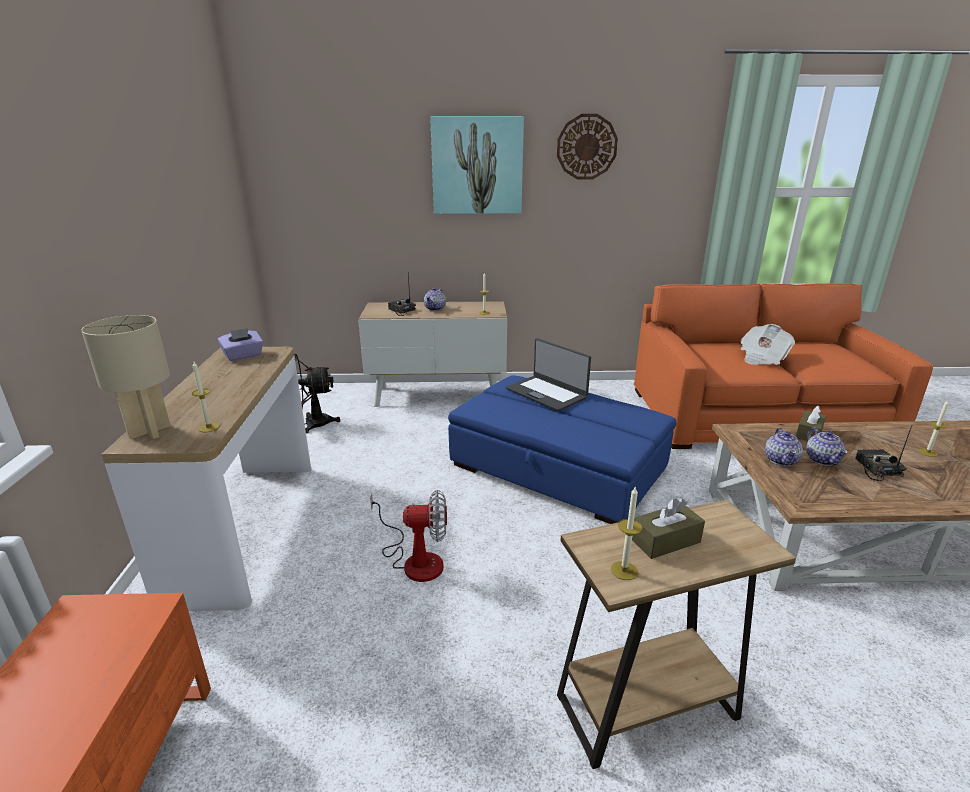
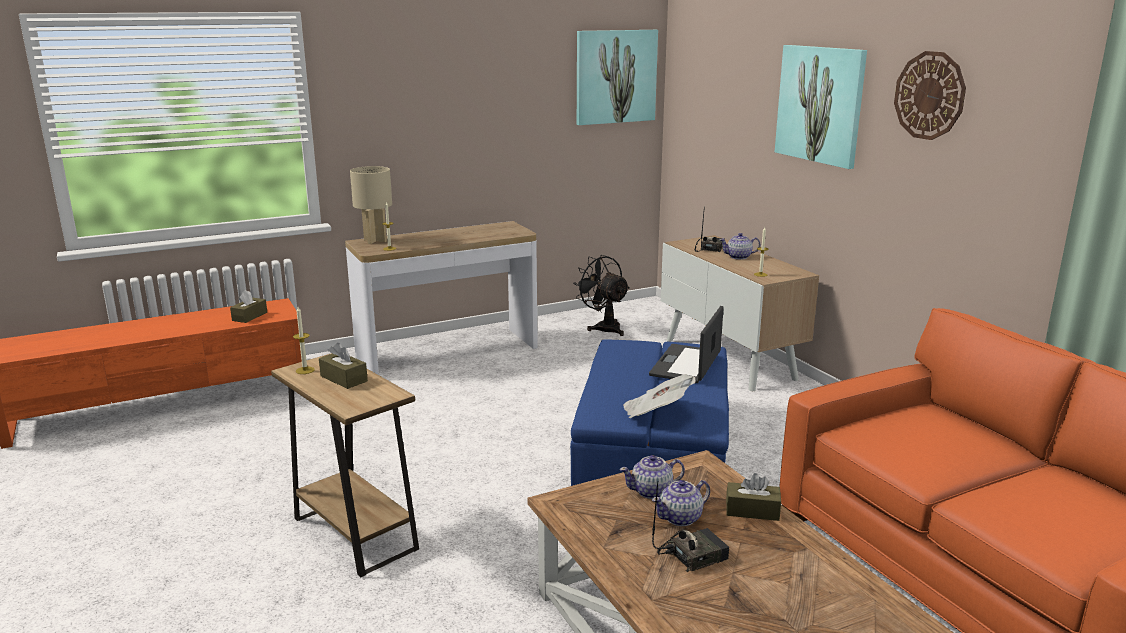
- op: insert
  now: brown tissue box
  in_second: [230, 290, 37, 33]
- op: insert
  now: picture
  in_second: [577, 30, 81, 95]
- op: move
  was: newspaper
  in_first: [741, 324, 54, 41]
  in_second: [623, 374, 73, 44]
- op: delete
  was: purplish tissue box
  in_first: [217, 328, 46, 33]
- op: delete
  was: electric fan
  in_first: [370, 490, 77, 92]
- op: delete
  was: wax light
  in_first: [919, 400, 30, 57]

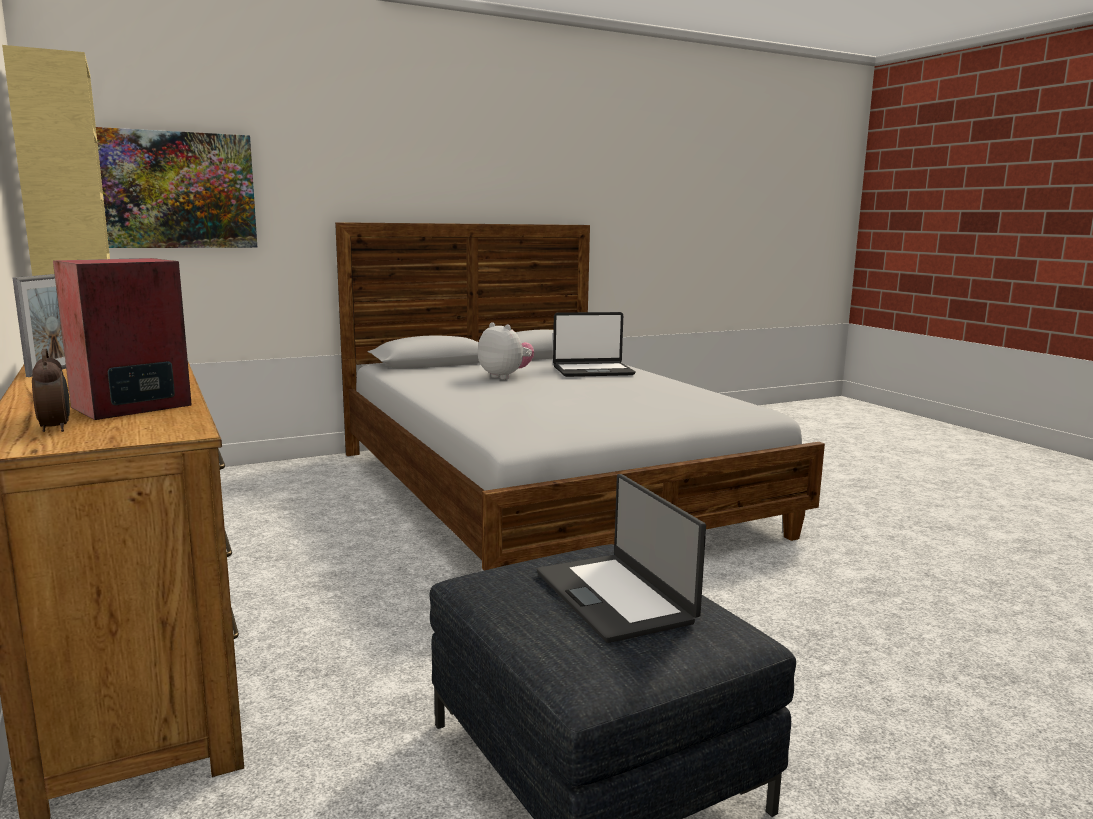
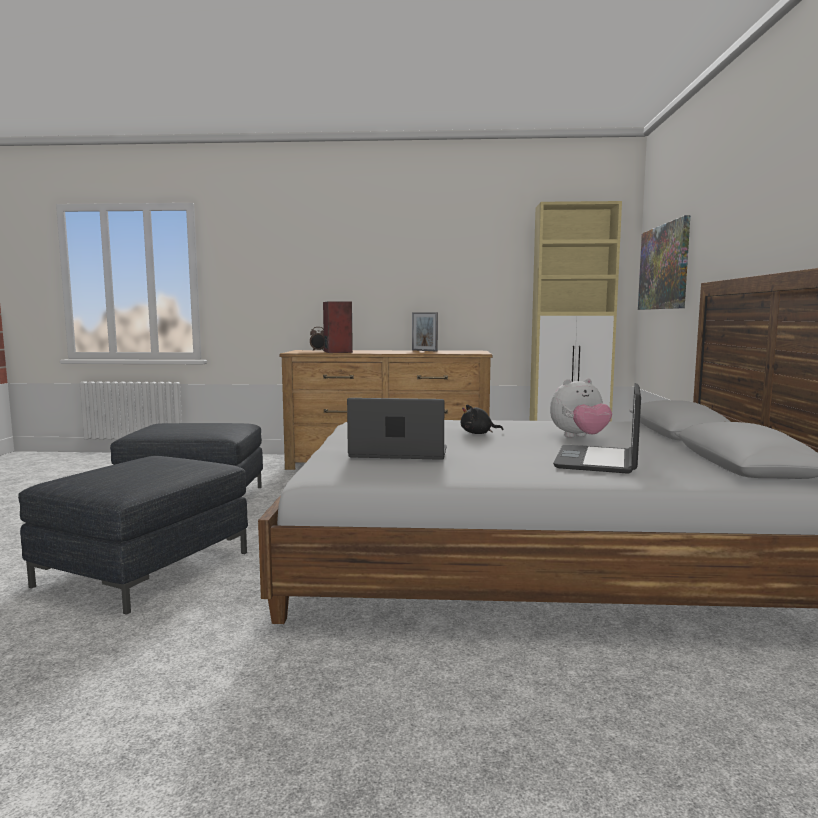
- op: insert
  now: greyish footrest
  in_second: [18, 456, 230, 159]
- op: move
  was: portable computer
  in_first: [537, 474, 169, 169]
  in_second: [347, 398, 100, 62]
- op: insert
  now: blackish soft toy
  in_second: [461, 405, 42, 29]

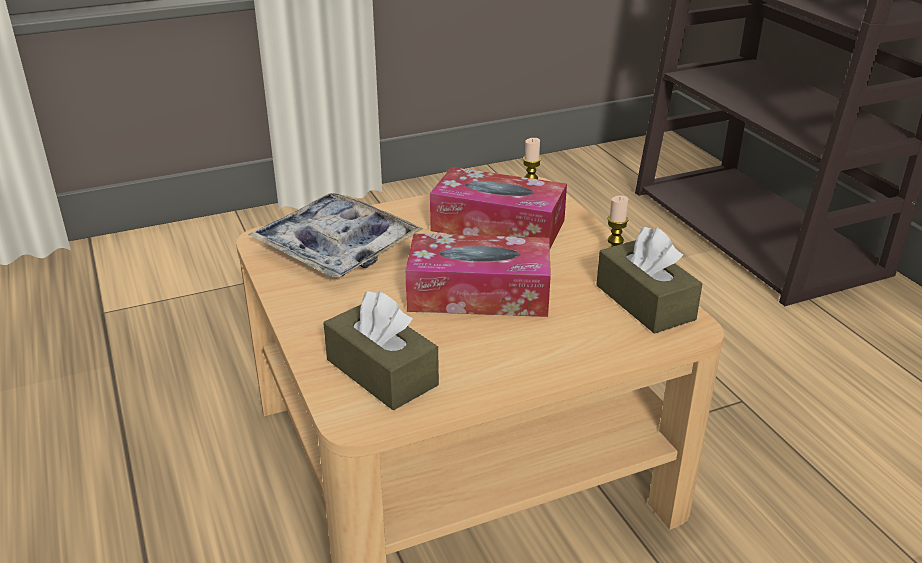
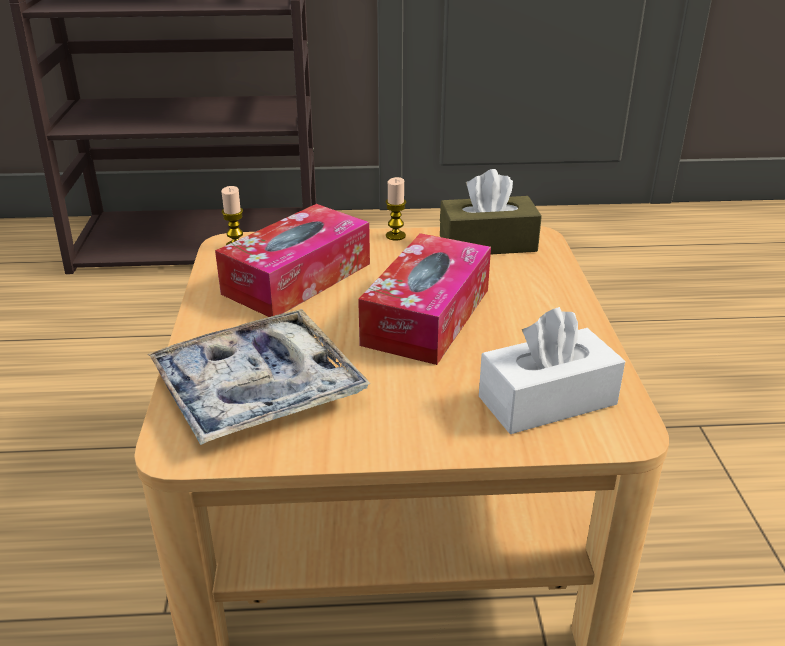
- op: recolor
  was: brown tissue box
  now: white-coloured tissue box
  in_first: [323, 291, 116, 119]
  in_second: [479, 307, 146, 127]

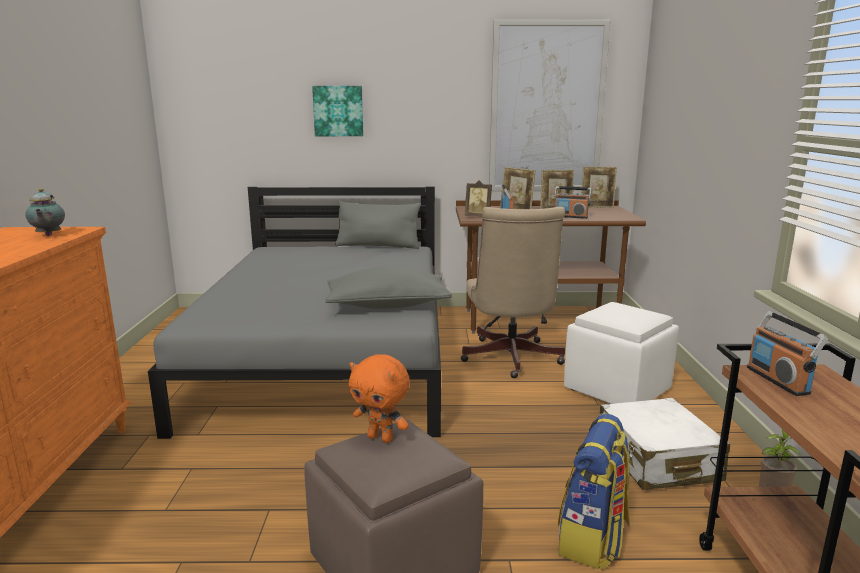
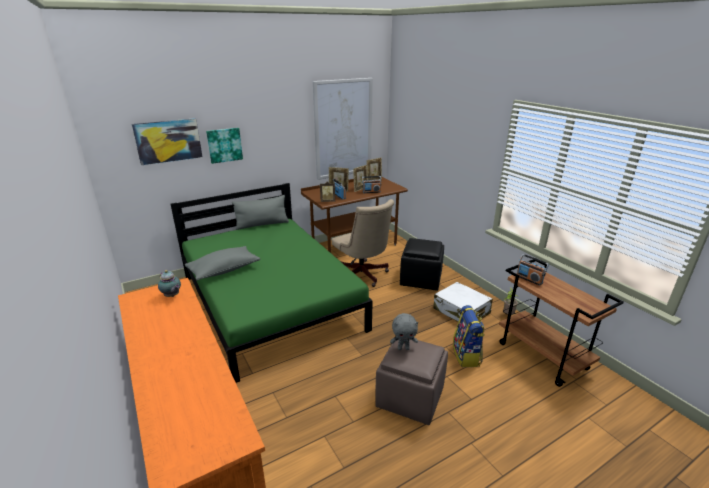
- op: insert
  now: picture
  in_second: [132, 118, 70, 47]
- op: recolor
  was: greyish bed
  now: green-coloured bed
  in_first: [148, 187, 293, 252]
  in_second: [171, 183, 202, 200]
- op: move
  was: greyish pillow
  in_first: [325, 267, 127, 42]
  in_second: [185, 246, 75, 34]
- op: recolor
  was: orange-coloured soft toy
  now: greyish soft toy
  in_first: [349, 354, 61, 89]
  in_second: [390, 313, 28, 37]
- op: recolor
  was: white-coloured footrest
  now: blackish footrest
  in_first: [564, 302, 115, 102]
  in_second: [400, 238, 44, 53]

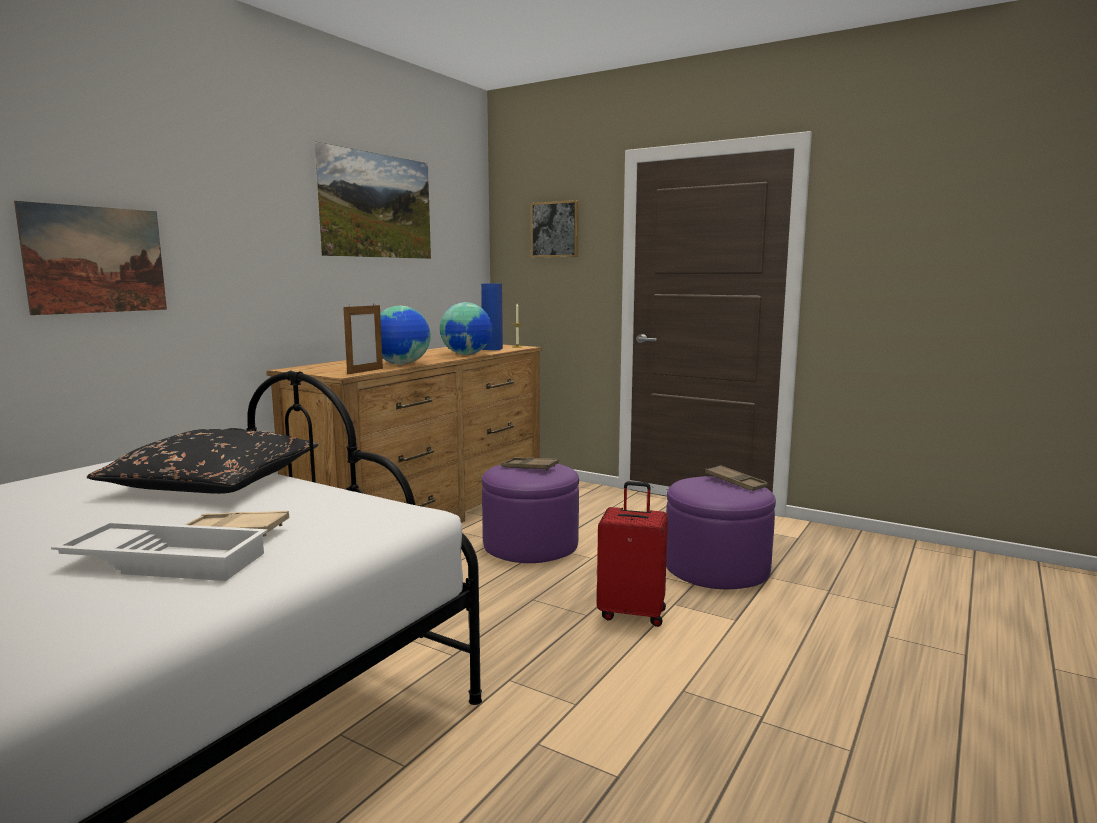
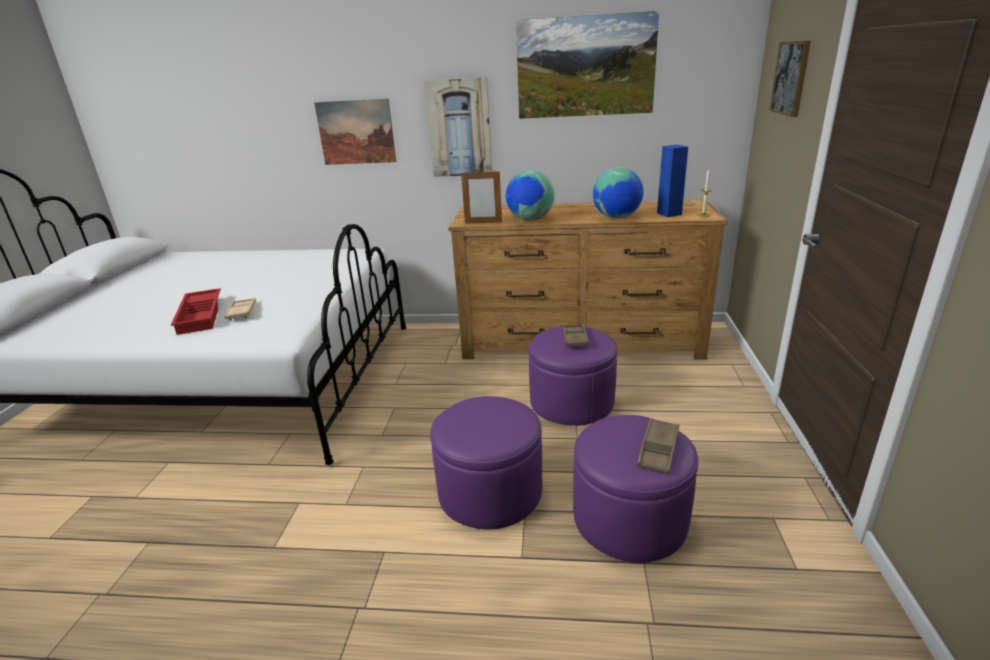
- op: recolor
  was: white-coloured serving tray
  now: red serving tray
  in_first: [51, 521, 217, 60]
  in_second: [171, 288, 50, 47]
- op: insert
  now: picture
  in_second: [424, 77, 68, 100]
- op: replace
  was: red travel case
  now: purplish footrest
  in_first: [597, 481, 71, 146]
  in_second: [430, 396, 113, 134]
- op: delete
  was: blackish pillow
  in_first: [86, 429, 232, 65]

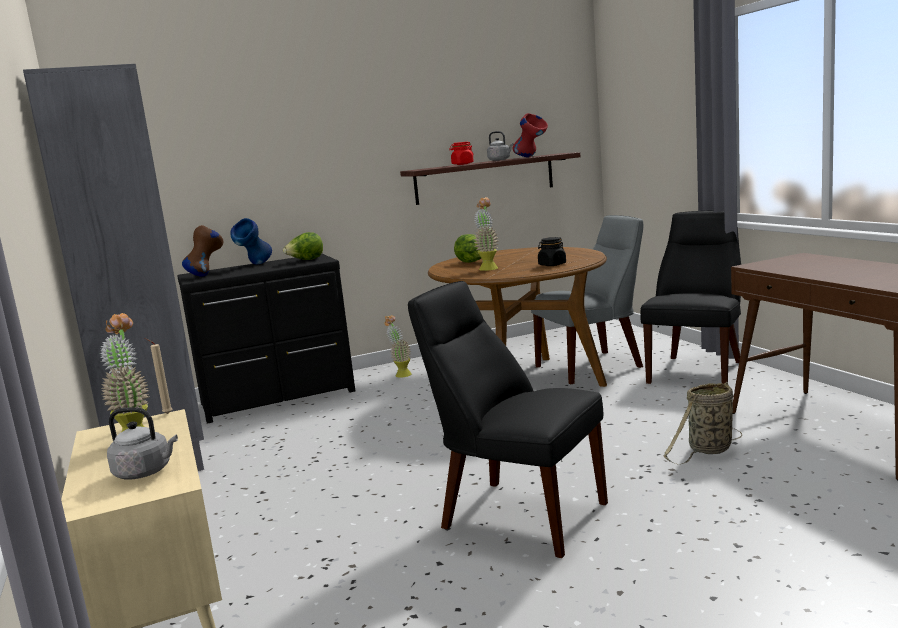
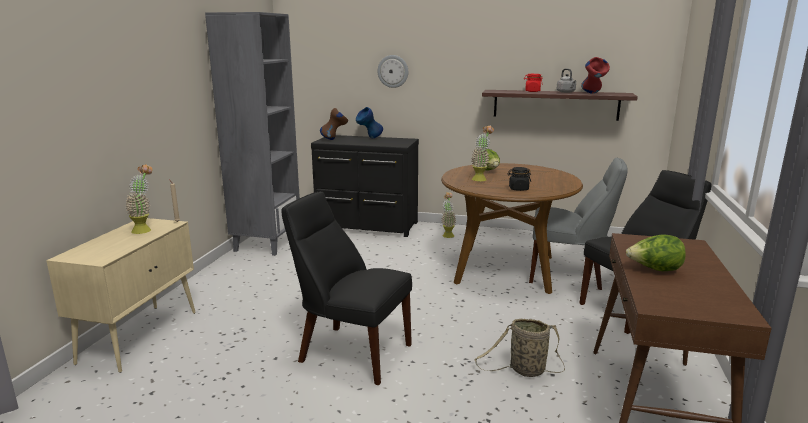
- op: rotate
  was: blackish upright chair
  in_first: [408, 281, 200, 277]
  in_second: [281, 191, 131, 194]
  clockwise: -45
- op: insert
  now: clock on the wall
  in_second: [378, 55, 30, 33]
- op: move
  was: lettuce head
  in_first: [283, 232, 40, 28]
  in_second: [626, 234, 60, 37]
- op: delete
  was: greyish kettle
  in_first: [107, 407, 71, 73]

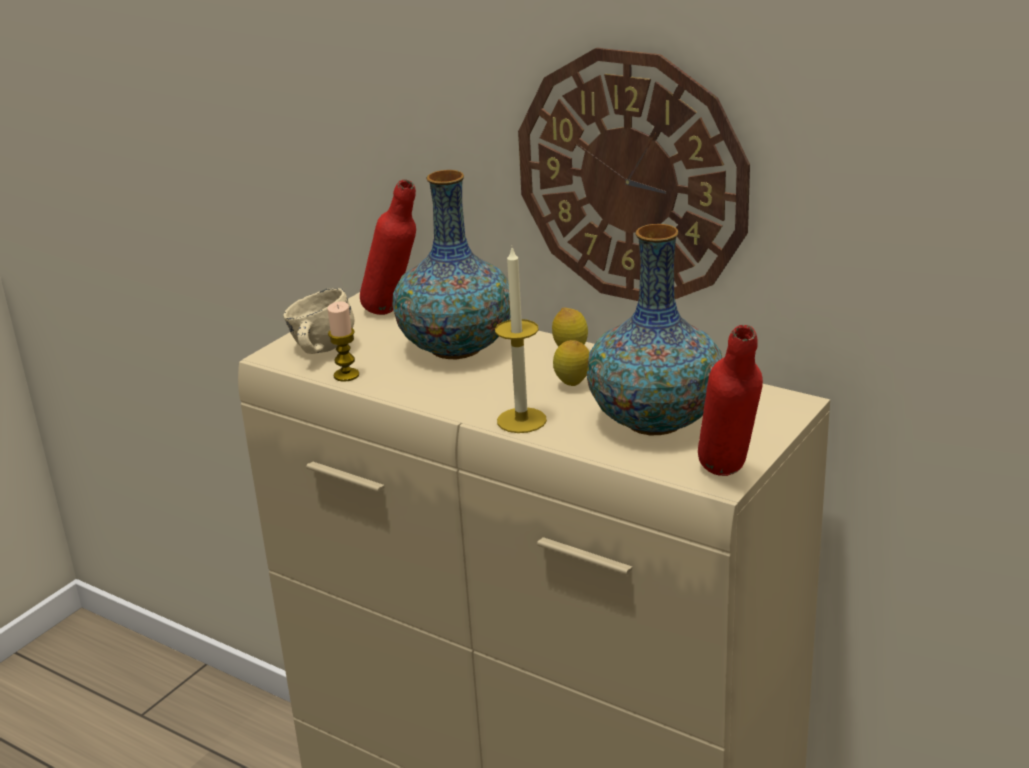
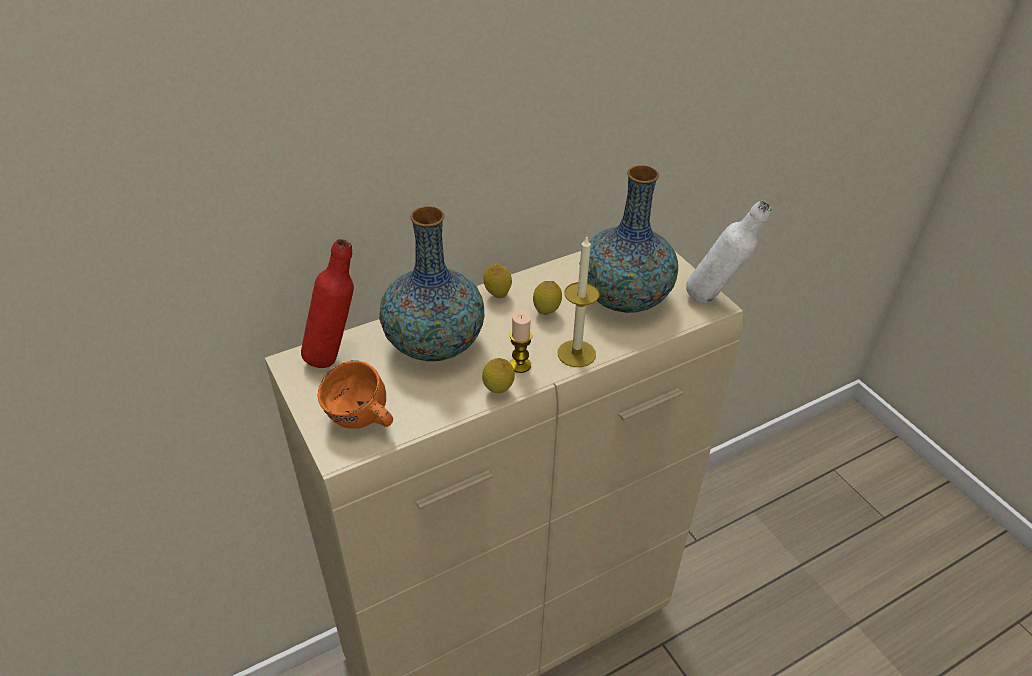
- op: recolor
  was: beige mug
  now: orange-coloured mug
  in_first: [283, 288, 72, 66]
  in_second: [318, 360, 75, 69]
- op: insert
  now: whole lemon
  in_second: [482, 358, 33, 35]
- op: move
  was: wax light
  in_first: [327, 301, 32, 81]
  in_second: [510, 311, 22, 62]
- op: recolor
  was: red drink bottle
  now: white-coloured drink bottle
  in_first: [698, 325, 65, 151]
  in_second: [686, 201, 85, 103]
- op: delete
  was: clock on the wall
  in_first: [518, 48, 232, 253]

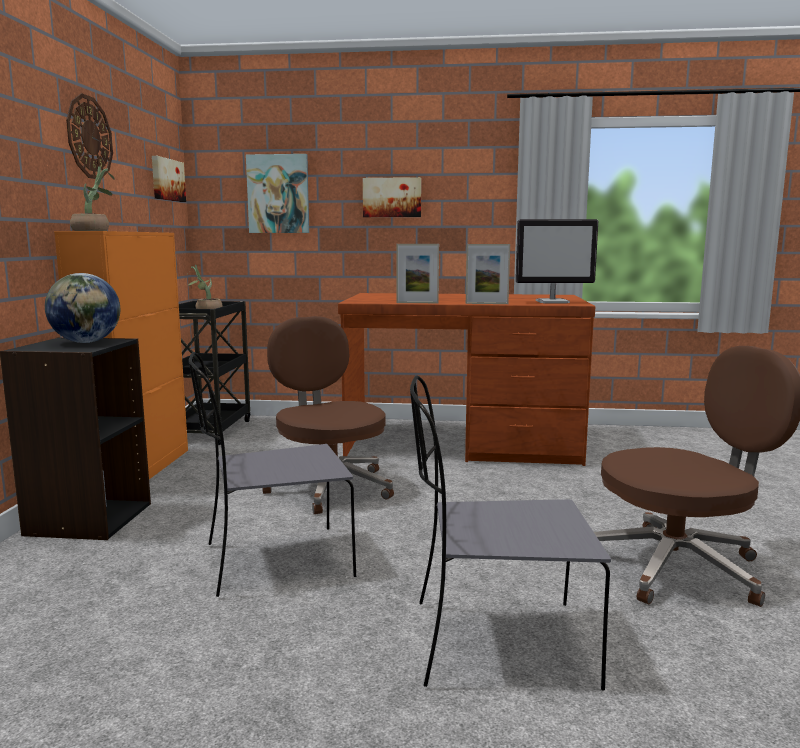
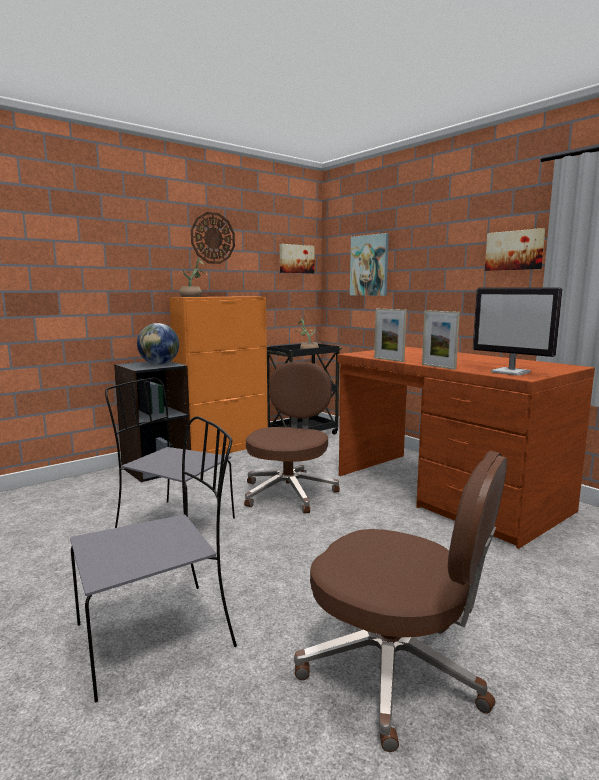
- op: rotate
  was: greyish upright chair
  in_first: [410, 376, 201, 314]
  in_second: [70, 416, 167, 287]
  clockwise: 105
- op: move
  was: picture
  in_first: [363, 177, 58, 40]
  in_second: [485, 228, 60, 43]

